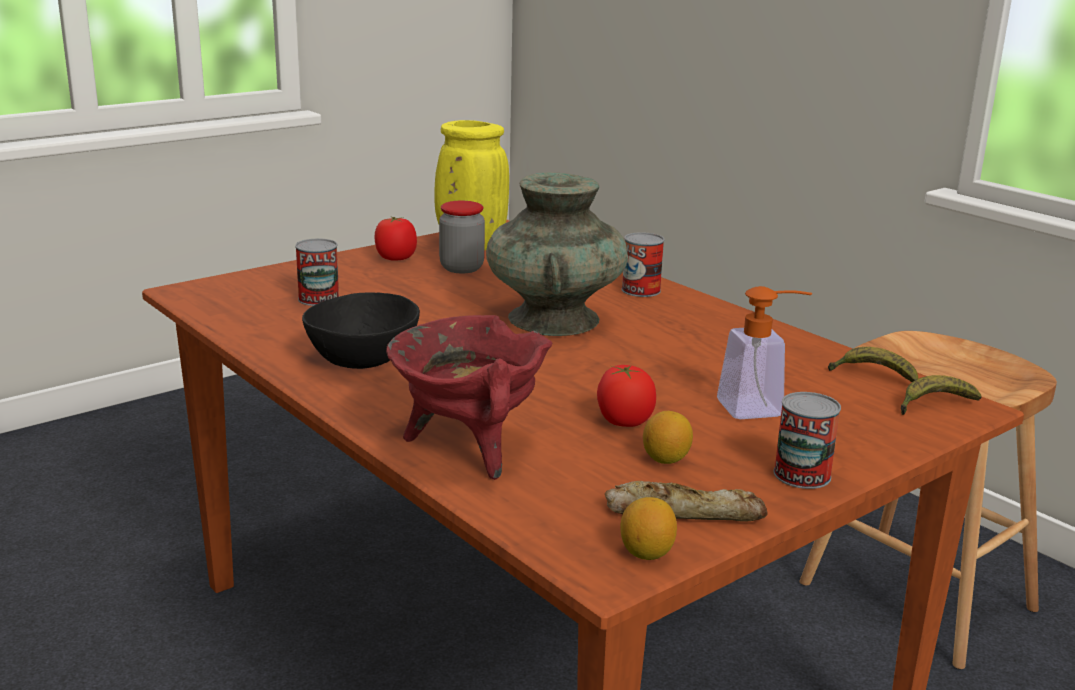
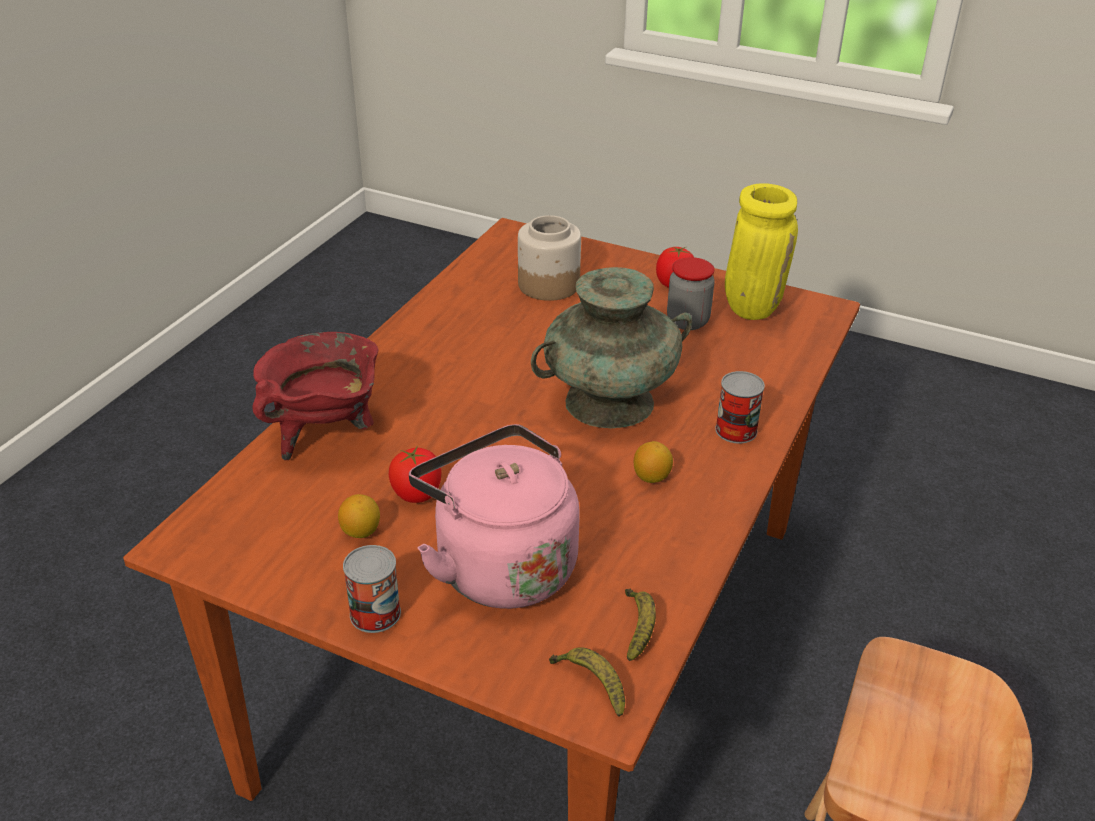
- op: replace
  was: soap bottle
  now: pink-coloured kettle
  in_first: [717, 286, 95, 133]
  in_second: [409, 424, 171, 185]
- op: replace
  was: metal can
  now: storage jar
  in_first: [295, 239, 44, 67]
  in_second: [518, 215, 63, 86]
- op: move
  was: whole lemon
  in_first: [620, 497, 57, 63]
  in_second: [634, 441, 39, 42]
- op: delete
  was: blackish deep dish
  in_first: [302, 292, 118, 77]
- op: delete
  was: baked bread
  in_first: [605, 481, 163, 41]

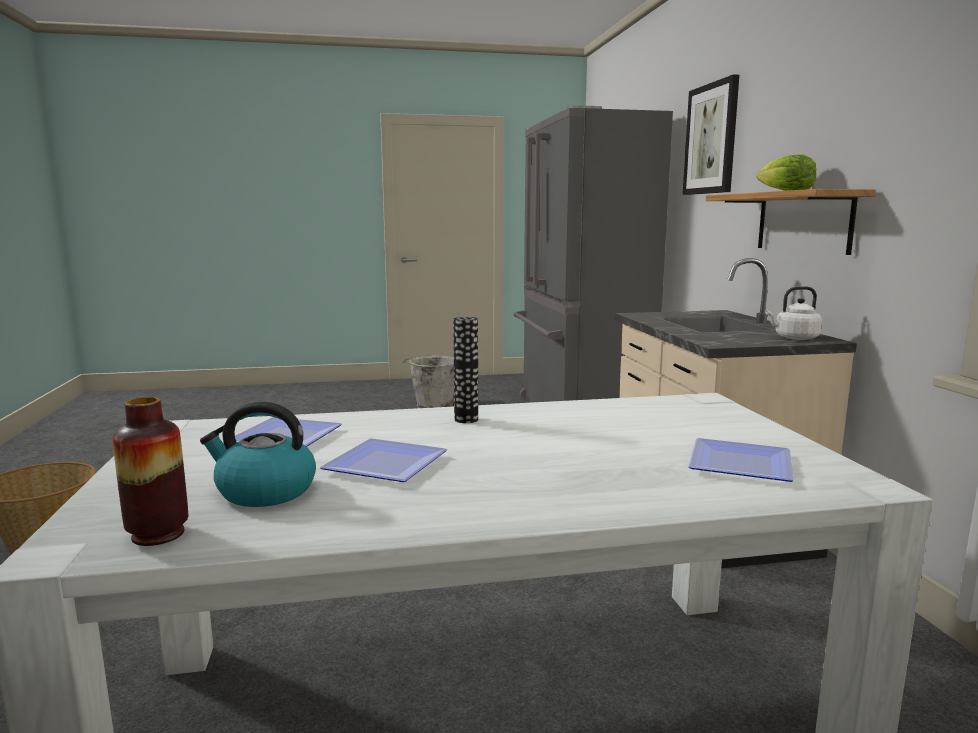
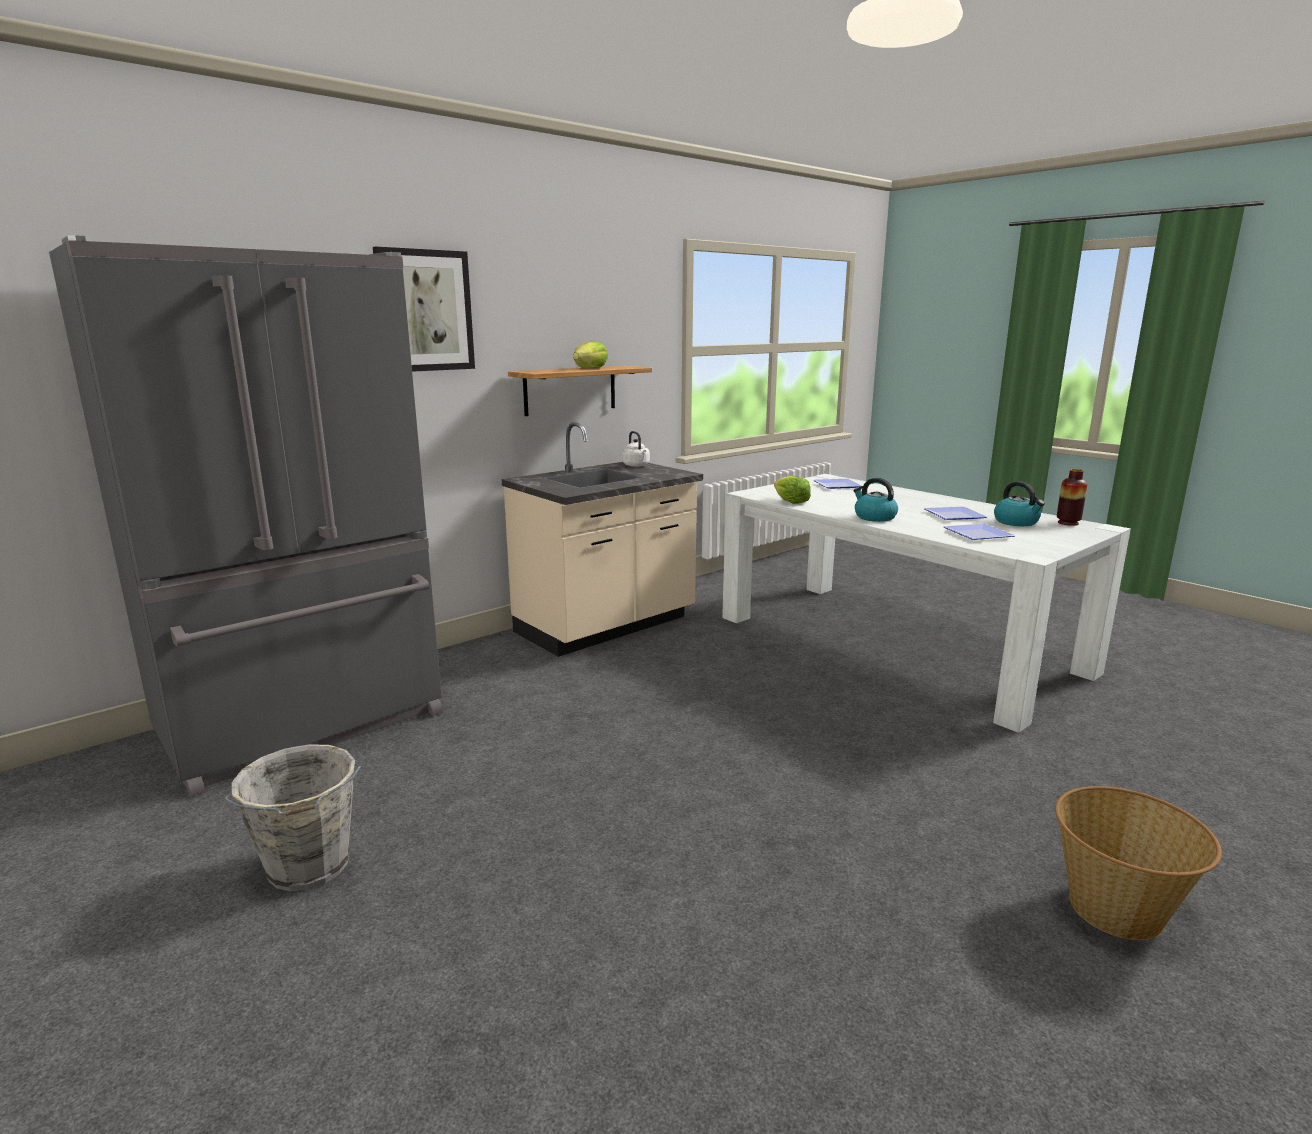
- op: insert
  now: lettuce head
  in_second: [774, 476, 37, 28]
- op: replace
  was: vase
  now: kettle
  in_first: [453, 317, 25, 106]
  in_second: [853, 478, 45, 44]

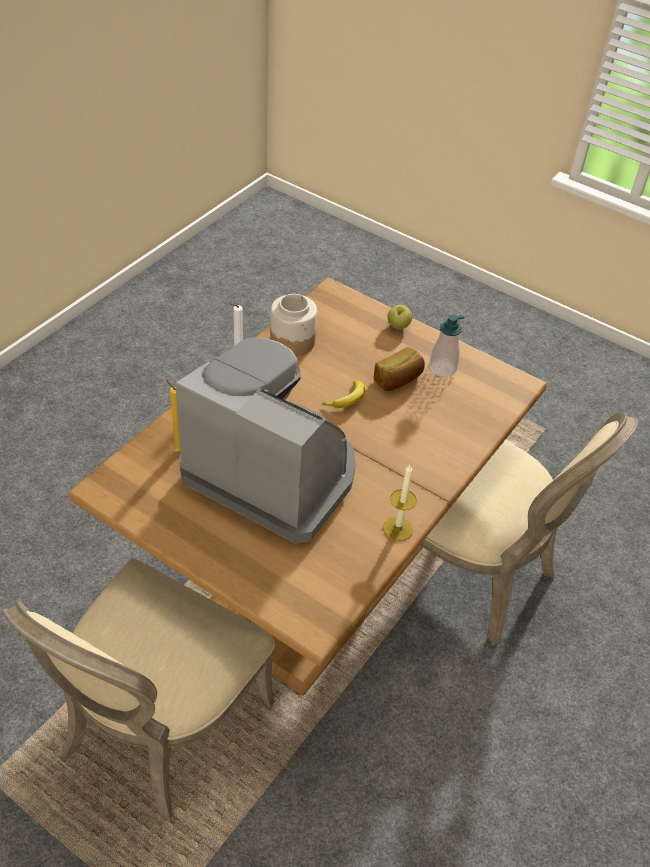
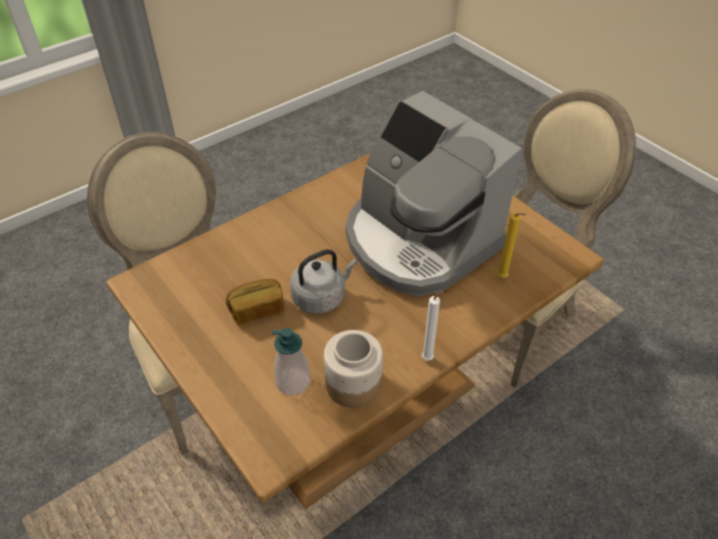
- op: move
  was: soap bottle
  in_first: [429, 315, 36, 62]
  in_second: [272, 328, 38, 68]
- op: replace
  was: banana
  now: greyish kettle
  in_first: [323, 381, 42, 27]
  in_second: [290, 249, 67, 65]
- op: delete
  was: wax light
  in_first: [383, 465, 34, 76]
- op: delete
  was: apple fruit
  in_first: [387, 305, 25, 24]

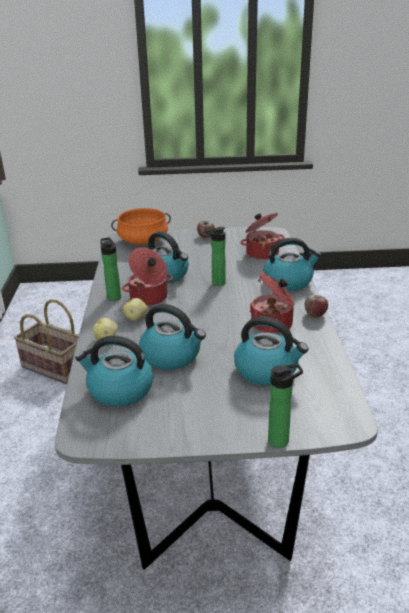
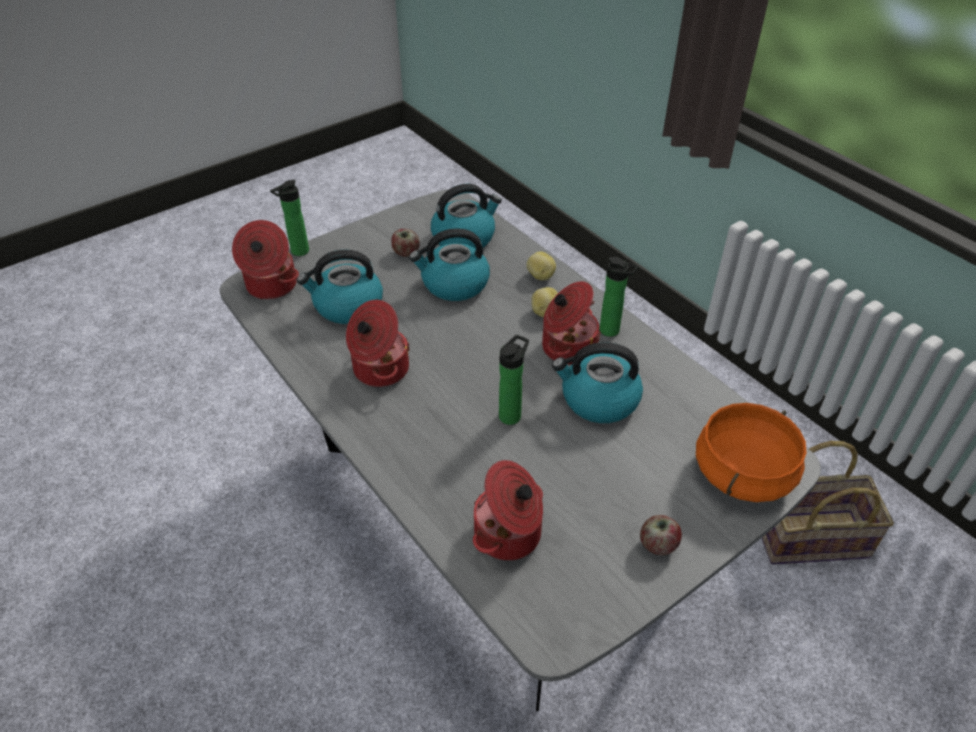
- op: insert
  now: stockpot
  in_second: [232, 220, 67, 80]
- op: move
  was: apple fruit
  in_first: [305, 295, 23, 22]
  in_second: [391, 229, 29, 28]
- op: delete
  was: kettle
  in_first: [264, 238, 57, 53]

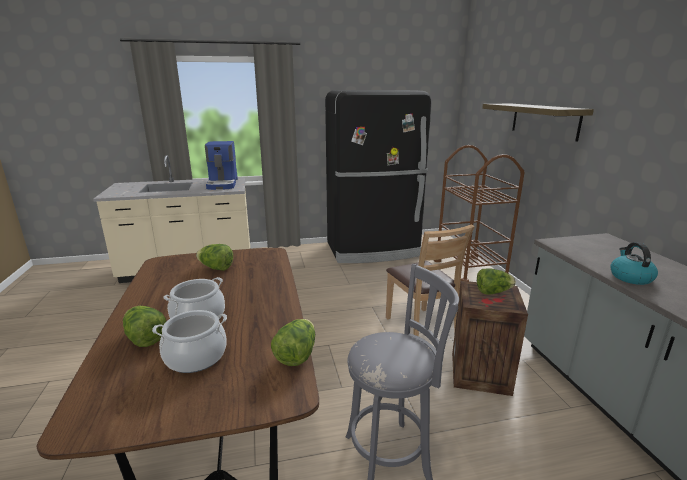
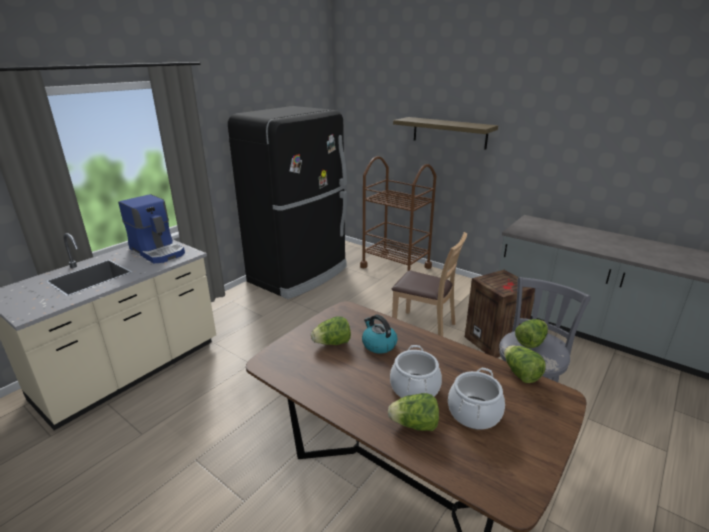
- op: move
  was: kettle
  in_first: [610, 242, 48, 43]
  in_second: [362, 315, 36, 38]
- op: move
  was: lettuce head
  in_first: [477, 268, 39, 27]
  in_second: [515, 319, 33, 29]

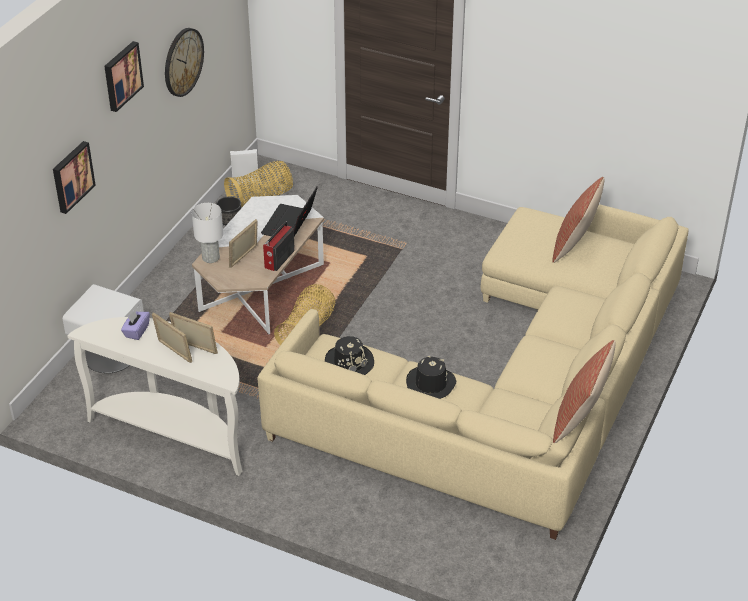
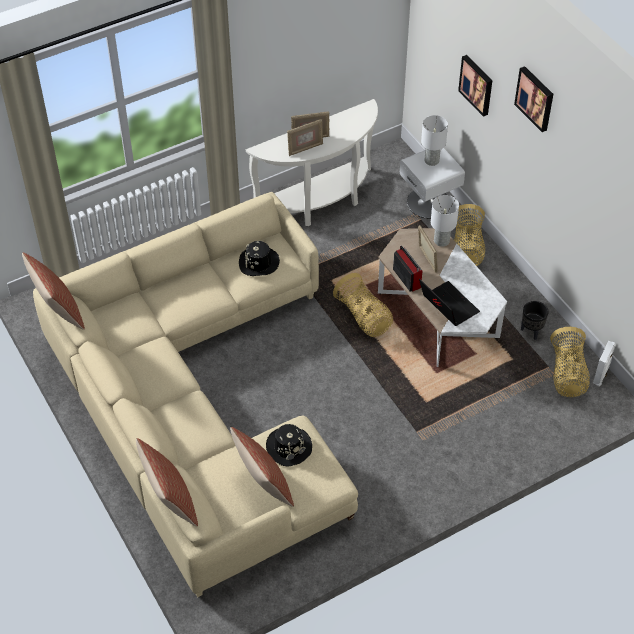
- op: insert
  now: pillow
  in_second: [136, 438, 62, 89]
- op: move
  was: blackish hat
  in_first: [406, 355, 50, 44]
  in_second: [266, 424, 46, 43]
- op: insert
  now: white-coloured lamp for a table
  in_second: [421, 115, 27, 51]
- op: insert
  now: household basket
  in_second: [454, 204, 31, 62]
- op: delete
  was: purplish tissue box
  in_first: [121, 309, 29, 31]
- op: delete
  was: clock on the wall
  in_first: [165, 28, 39, 69]

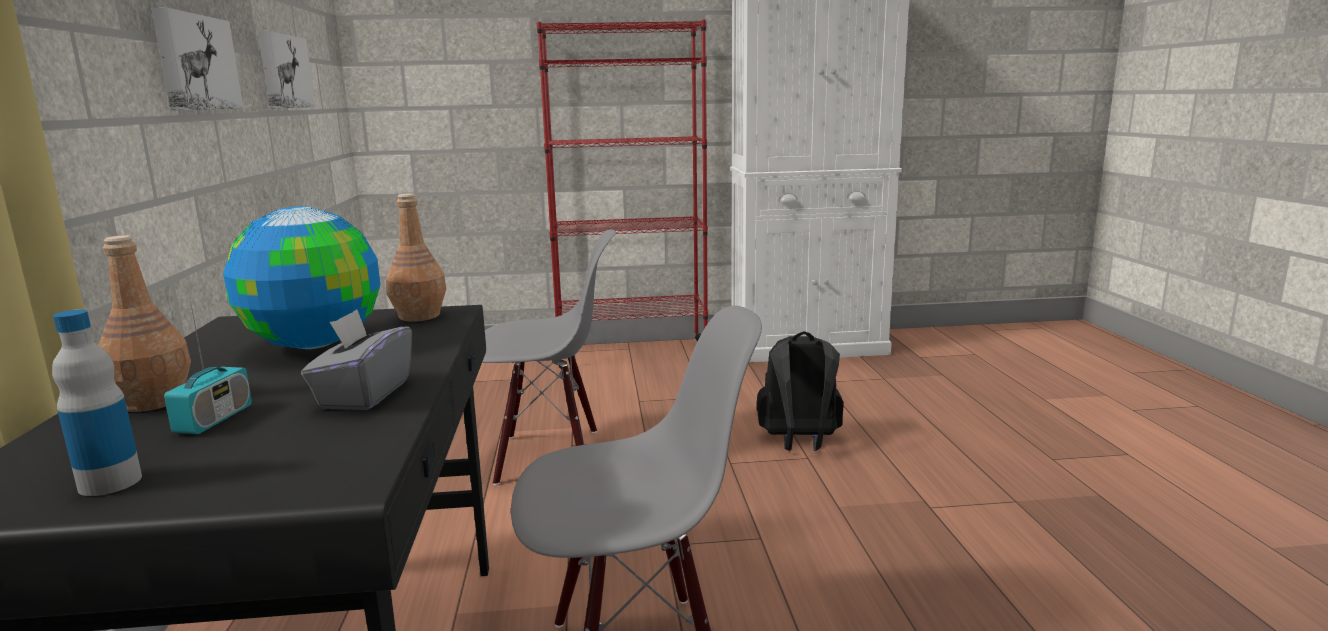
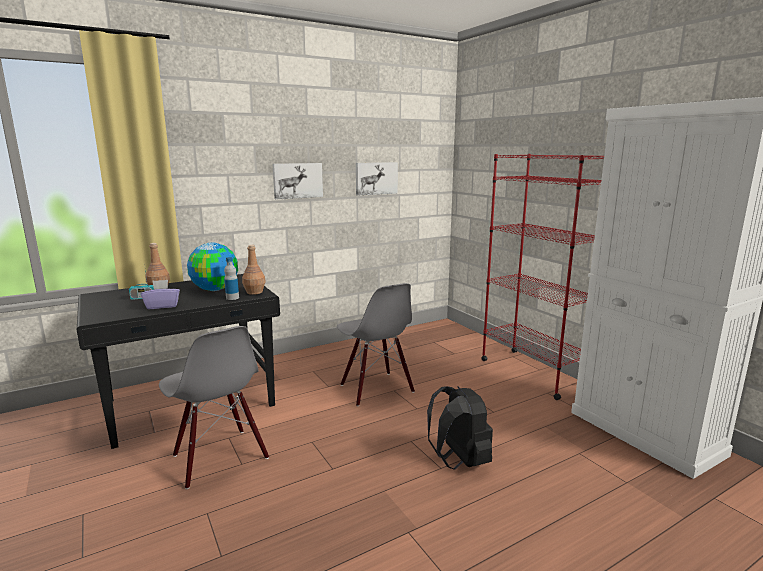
- op: recolor
  was: greyish tissue box
  now: purplish tissue box
  in_first: [301, 309, 111, 101]
  in_second: [141, 280, 39, 29]
- op: move
  was: drink bottle
  in_first: [52, 309, 90, 187]
  in_second: [224, 257, 15, 43]

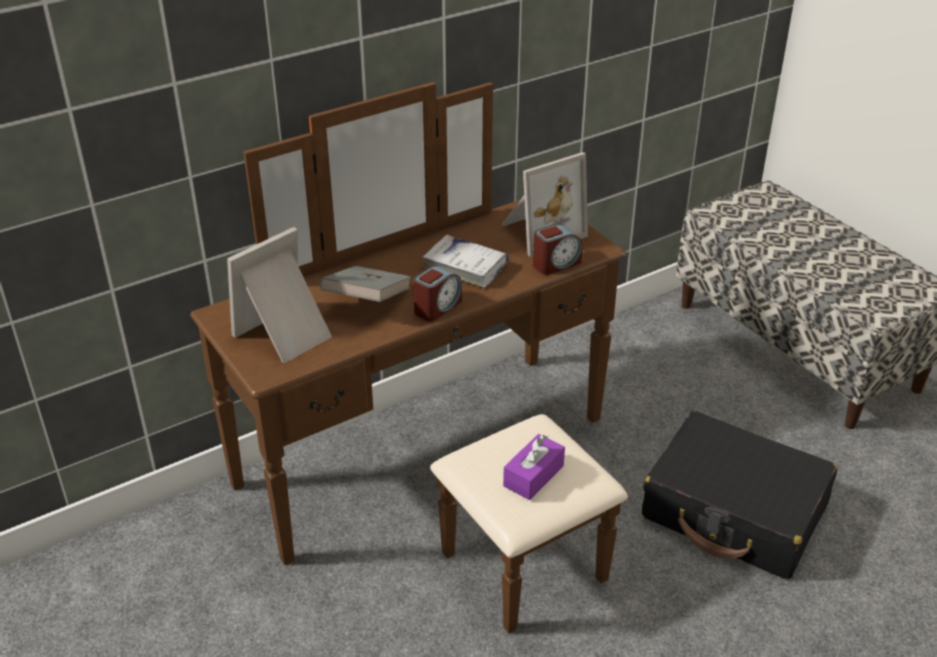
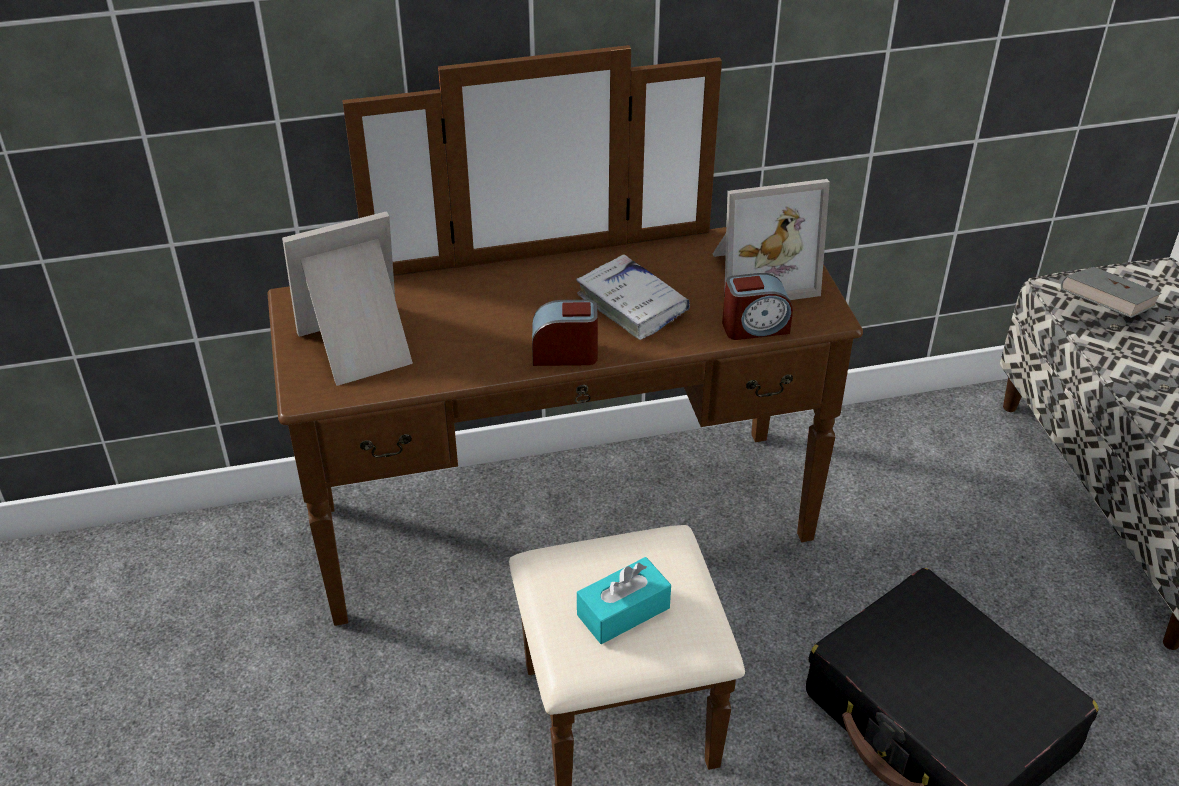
- op: rotate
  was: bedside clock
  in_first: [413, 266, 49, 55]
  in_second: [532, 300, 66, 66]
  clockwise: -150
- op: recolor
  was: purplish tissue box
  now: blue-green tissue box
  in_first: [503, 434, 62, 66]
  in_second: [577, 557, 94, 87]
- op: move
  was: greyish book
  in_first: [320, 266, 91, 36]
  in_second: [1061, 267, 100, 51]

